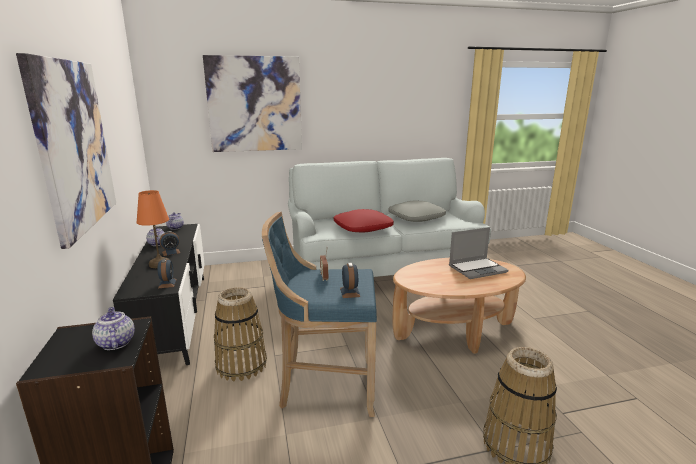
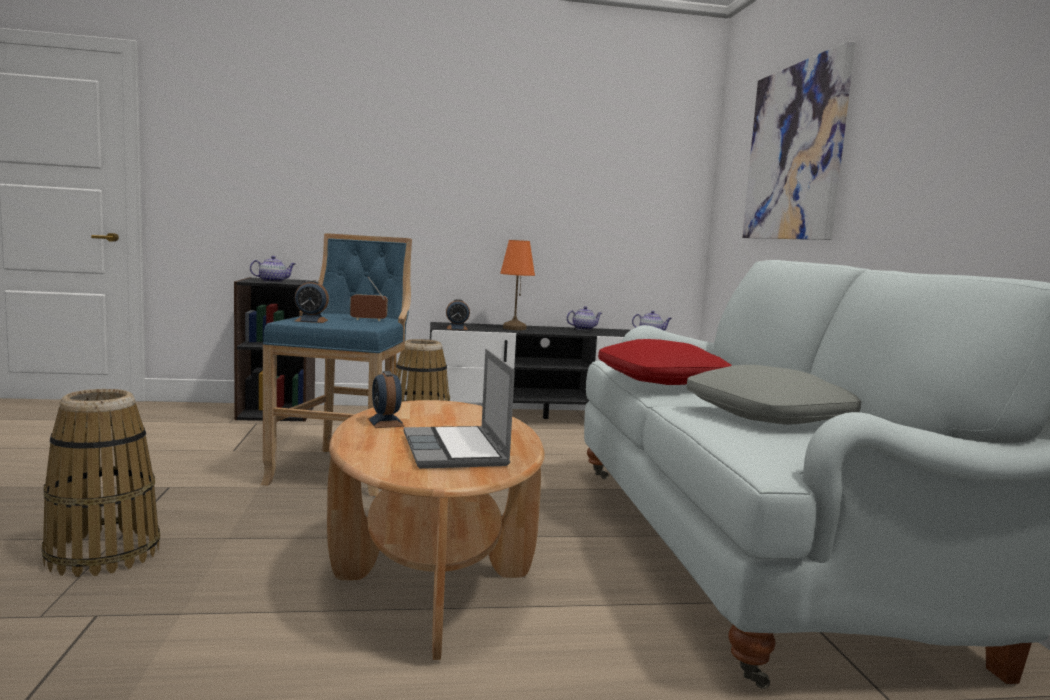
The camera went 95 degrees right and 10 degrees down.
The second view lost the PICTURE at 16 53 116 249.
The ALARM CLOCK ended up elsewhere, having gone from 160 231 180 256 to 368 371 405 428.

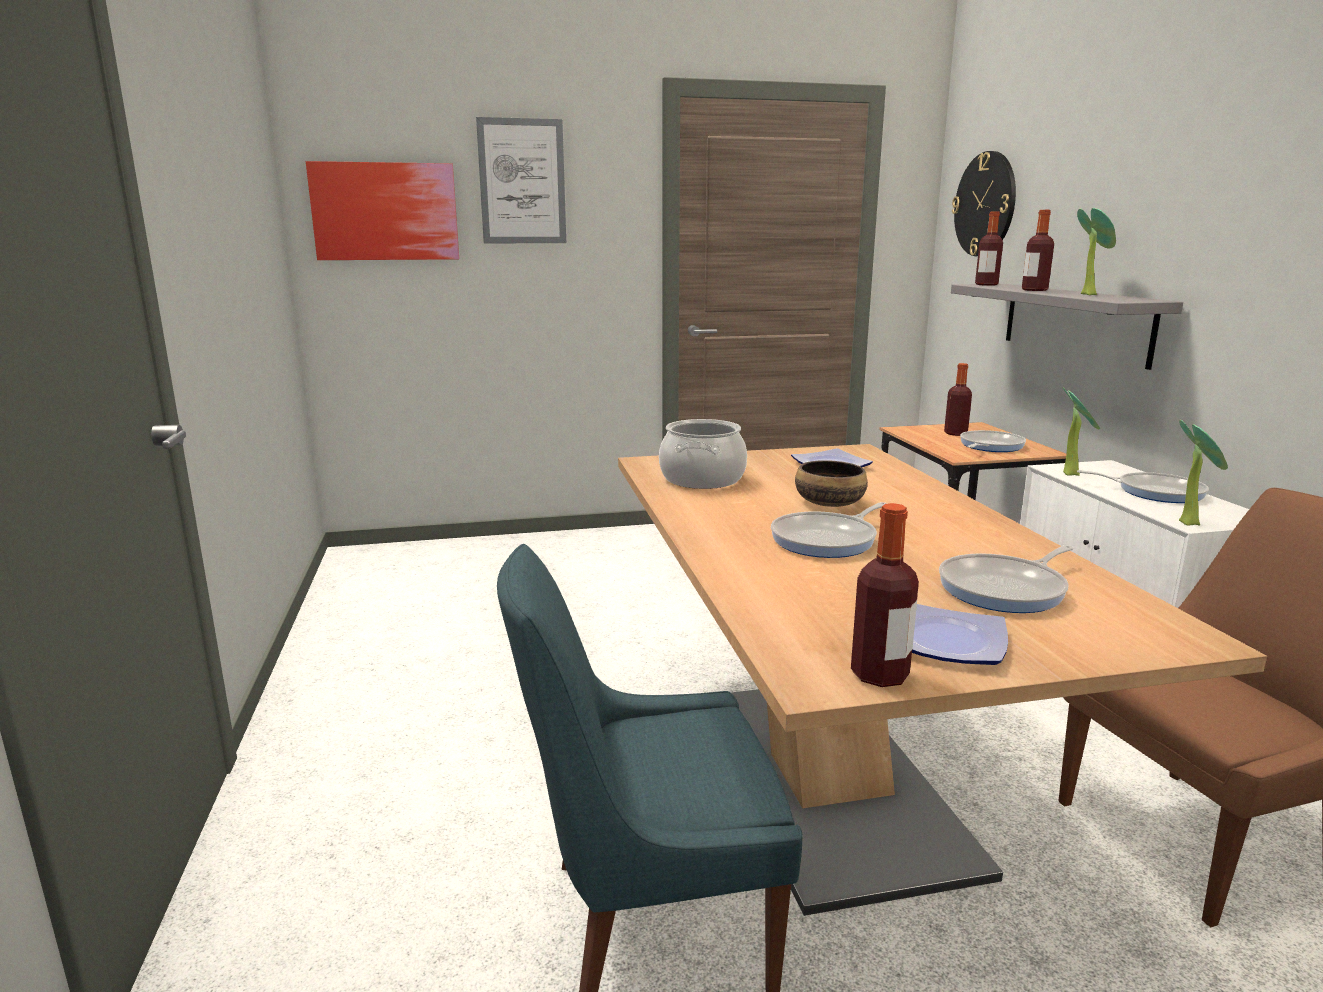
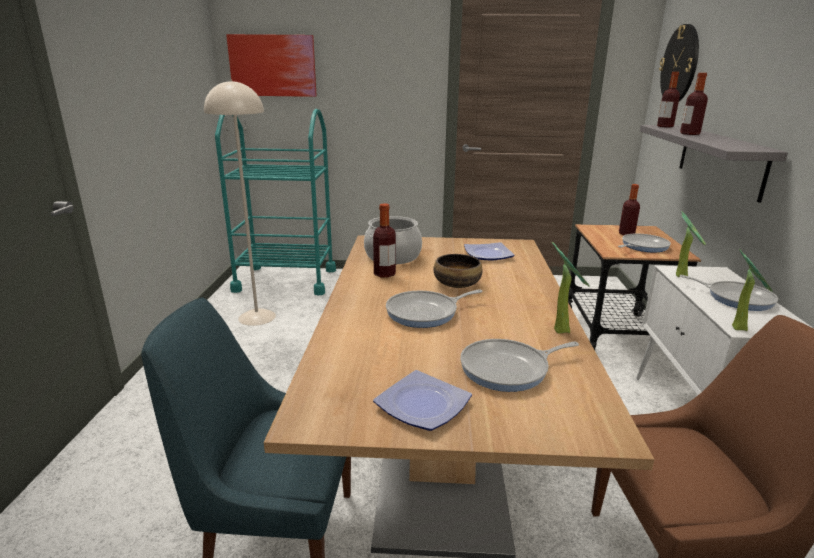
The camera went 15 degrees right and 5 degrees up.
The second view lost the PICTURE at 476 117 566 243.
The second view gained the BEIGE FLOOR LAMP at 204 80 276 326.
The second view gained the TURQUOISE CART at 215 109 336 295.
The BOTTLE ended up elsewhere, having gone from 851 503 919 687 to 373 203 396 278.
The POTTED PLANT ended up elsewhere, having gone from 1077 208 1116 295 to 552 242 590 333.

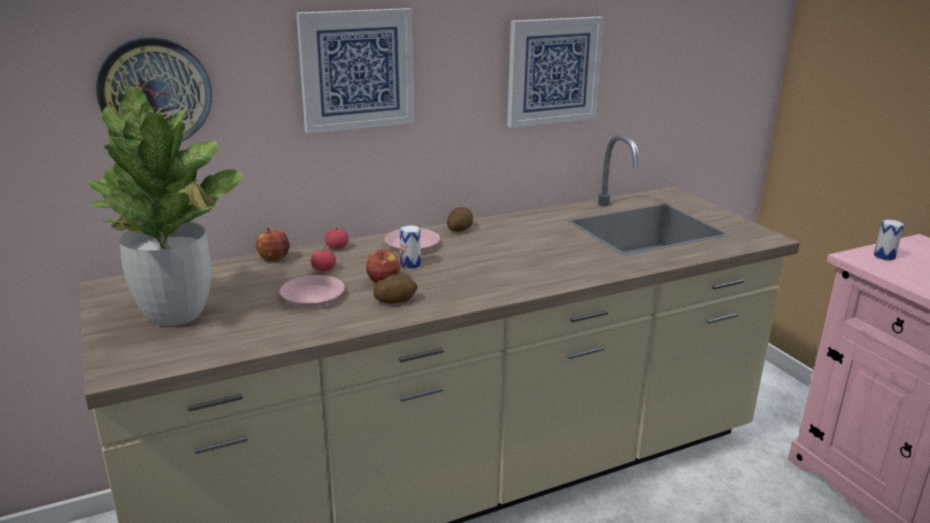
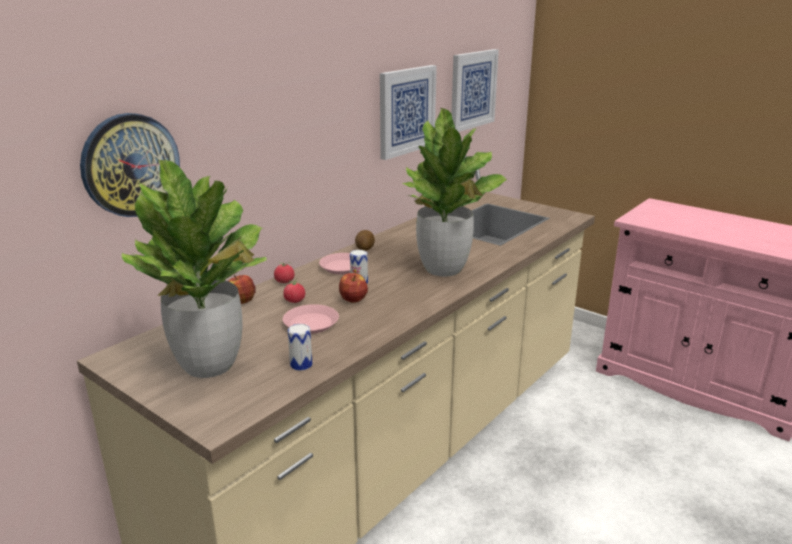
The camera went 25 degrees left and 0 degrees up.
The second view lost the POTATO at 373 275 418 304.
The second view gained the POTTED PLANT at 402 108 508 276.
The PICTURE ended up elsewhere, having gone from 296 8 414 134 to 451 49 499 132.
The CAN ended up elsewhere, having gone from 874 219 904 260 to 288 324 312 371.

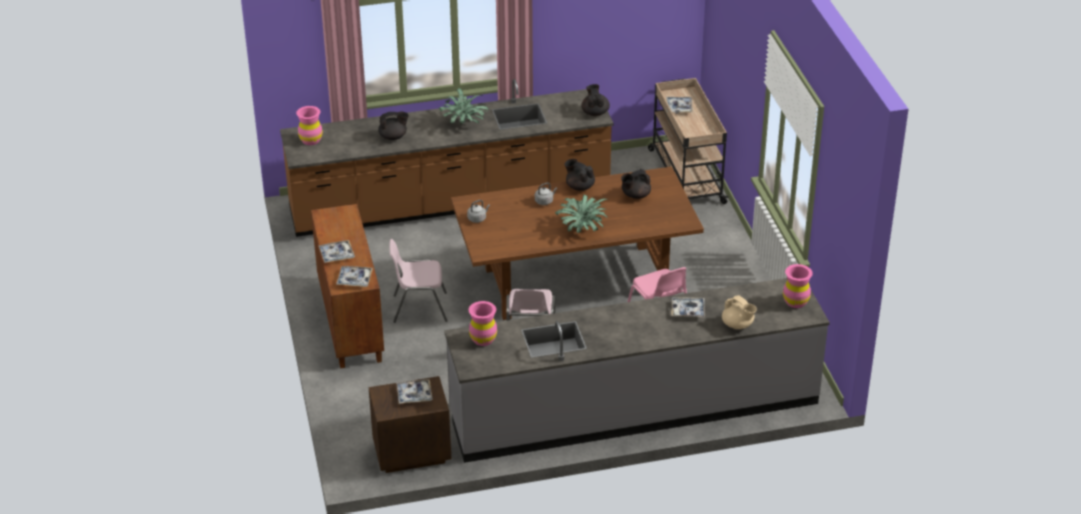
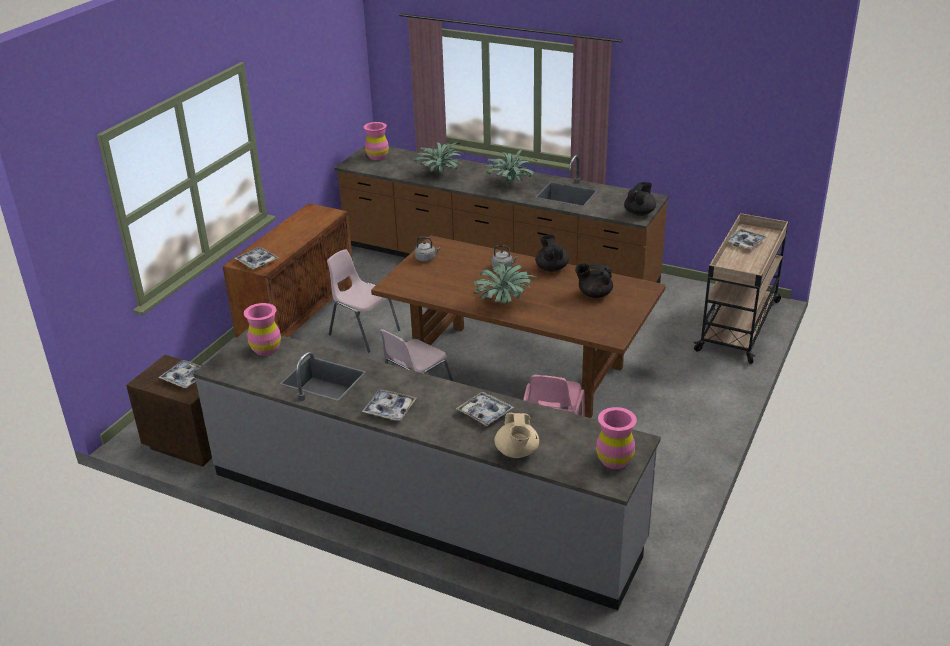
The camera went 40 degrees right and 5 degrees down.
The TRAY ended up elsewhere, having gone from 319 240 355 263 to 362 389 417 421.
Where the BLACK TEAPOT stood at 378 111 409 140, the POTTED PLANT came to stand at 413 142 465 174.

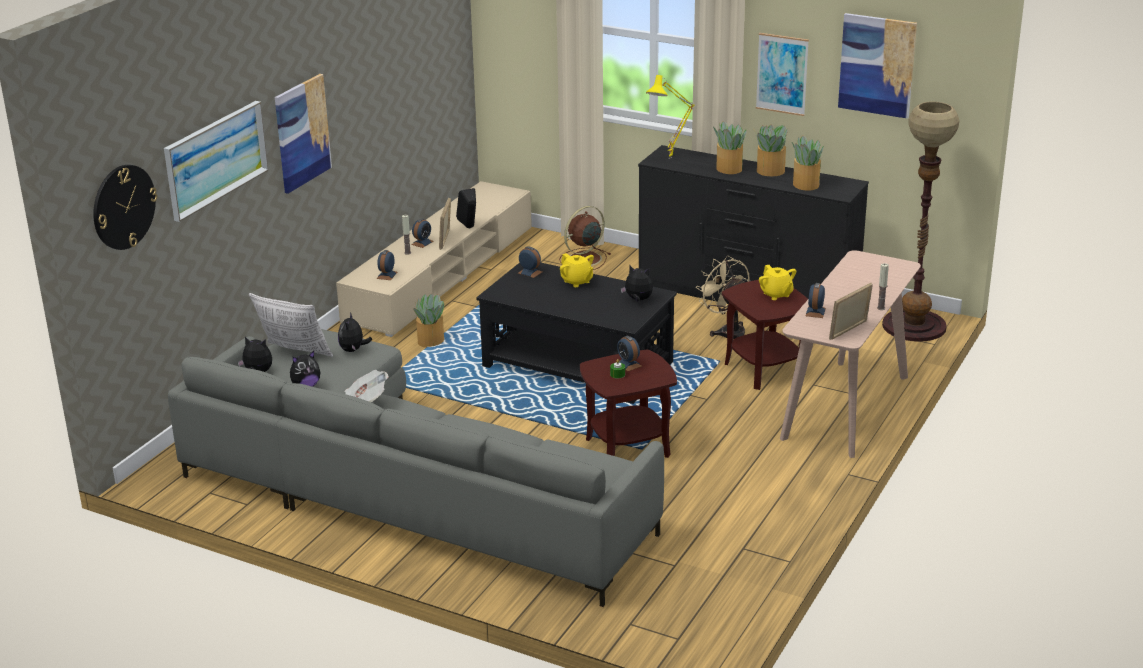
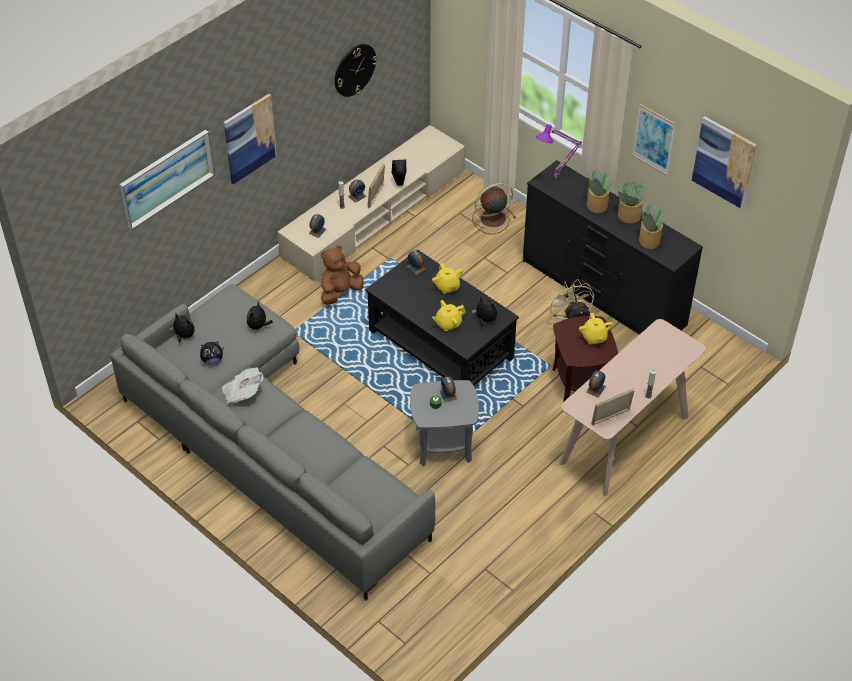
The camera went 15 degrees right and 20 degrees up.
The second view lost the PILLOW at 249 293 333 357.
The second view lost the FLOOR LAMP at 882 102 959 342.
The second view gained the YELLOW TEAPOT at 432 300 466 331.
The WALL CLOCK ended up elsewhere, having gone from 93 165 157 250 to 335 44 377 97.
Where the POTTED PLANT stood at 413 294 444 348, the BROWN PLUSH TOY came to stand at 321 245 364 305.
What was the BROWN SIDE TABLE at 580 350 677 458 turned into the GREY SIDE TABLE at 410 380 479 466.
What was the YELLOW TABLE LAMP at 646 75 694 158 turned into the PURPLE TABLE LAMP at 536 124 582 181.

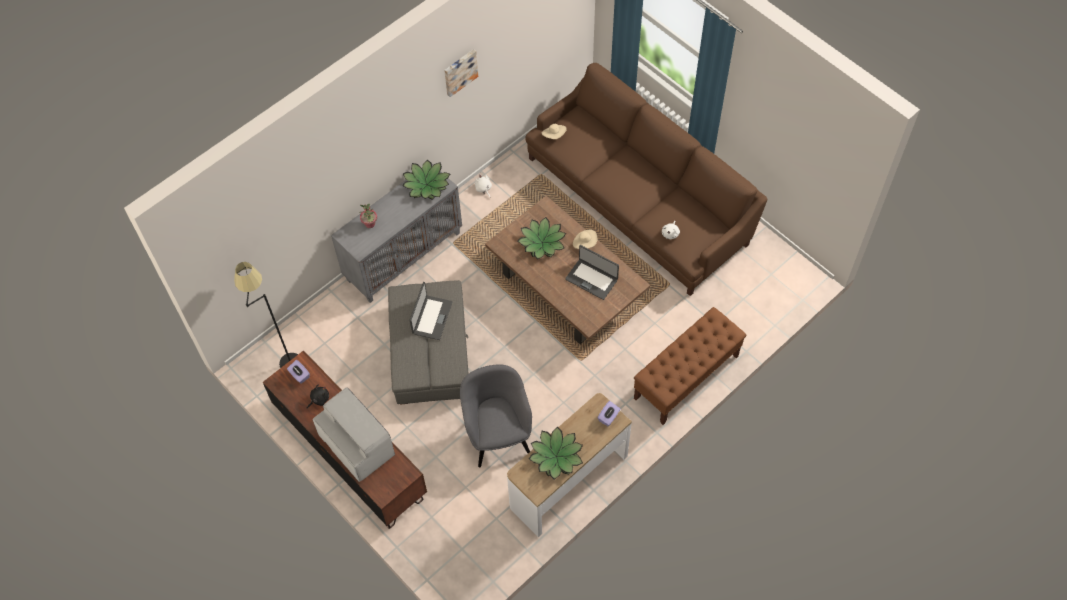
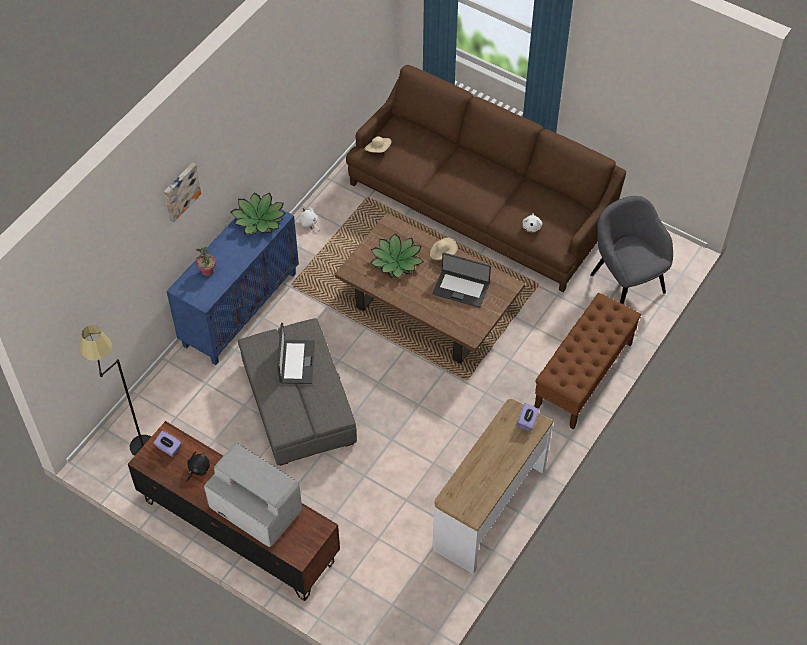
The camera went 15 degrees left and 5 degrees down.
The second view lost the POTTED PLANT at 529 427 583 479.
The PICTURE ended up elsewhere, having gone from 444 49 478 97 to 164 163 201 222.
The GREY ARMCHAIR ended up elsewhere, having gone from 460 364 532 467 to 590 196 673 304.
What was the GREY CABINET at 331 164 462 303 turned into the BLUE CABINET at 167 209 299 365.

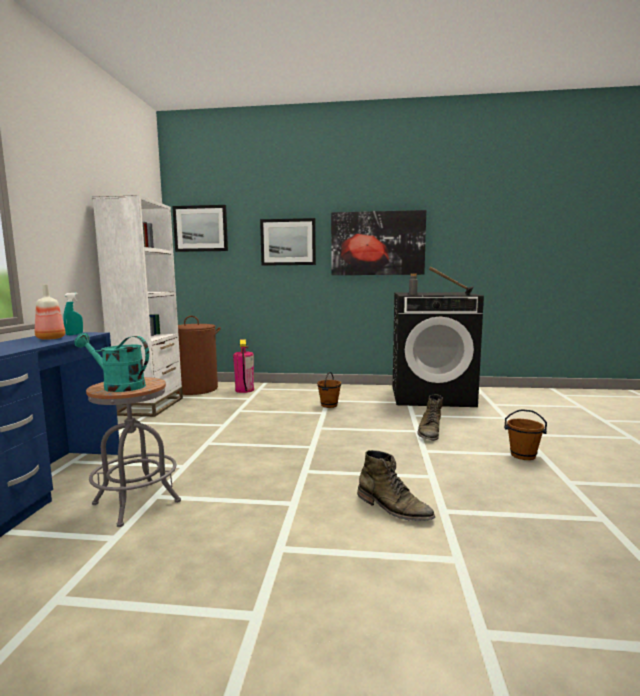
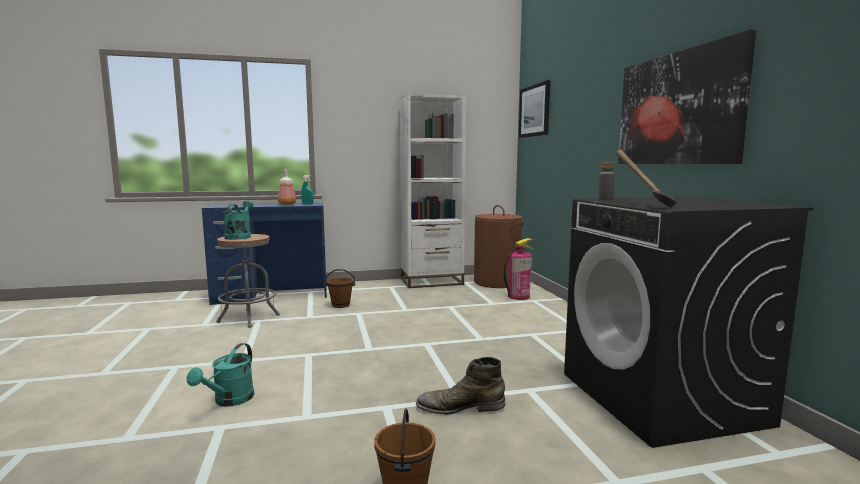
The camera went 70 degrees right and 0 degrees up.
The second view lost the PICTURE at 260 218 316 266.
The BROWN BUCKET ended up elsewhere, having gone from 317 372 341 408 to 325 269 355 308.
Where the GREEN BOOT stood at 357 450 435 521, the TURQUOISE WATERING CAN came to stand at 187 343 254 407.

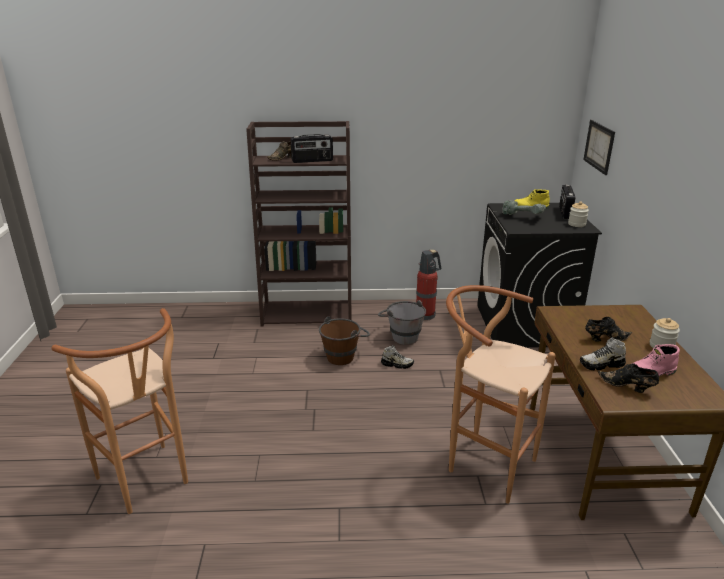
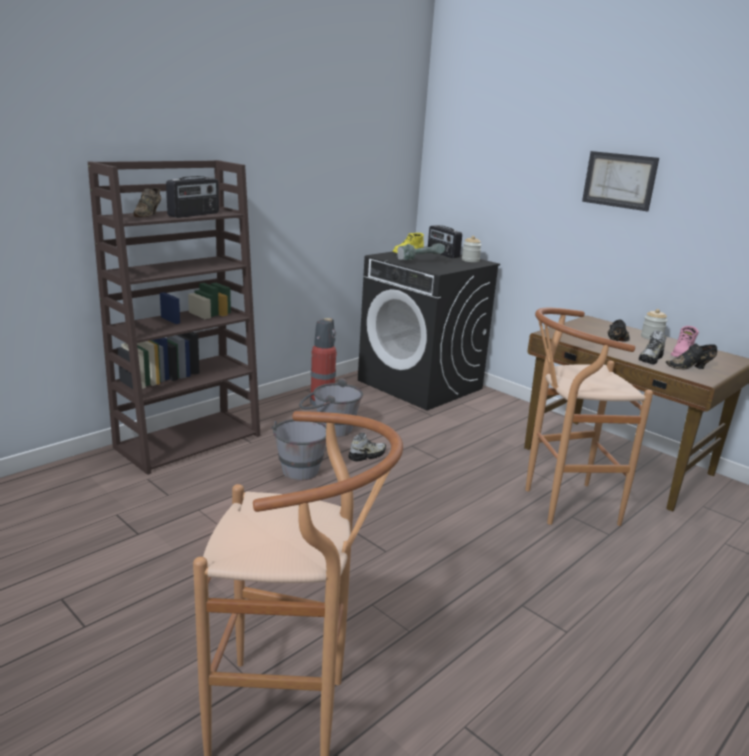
The camera went 45 degrees left and 5 degrees down.
The PICTURE ended up elsewhere, having gone from 583 120 615 175 to 582 151 659 211.
What was the BROWN BUCKET at 319 317 370 365 turned into the GREY BUCKET at 271 419 326 481.

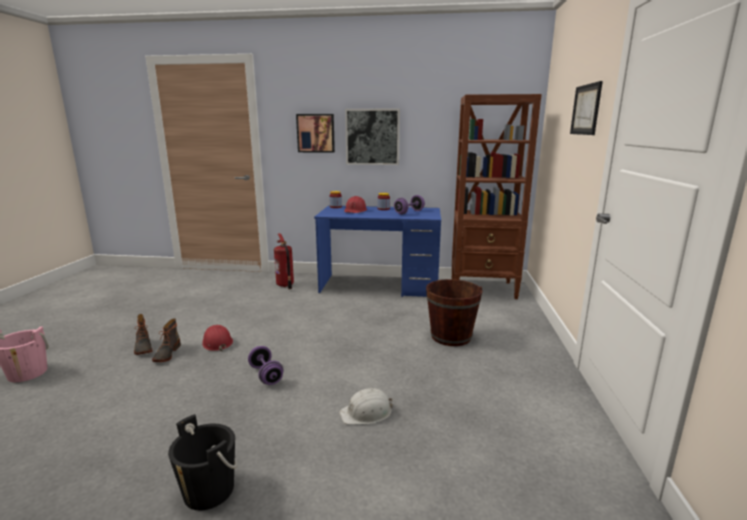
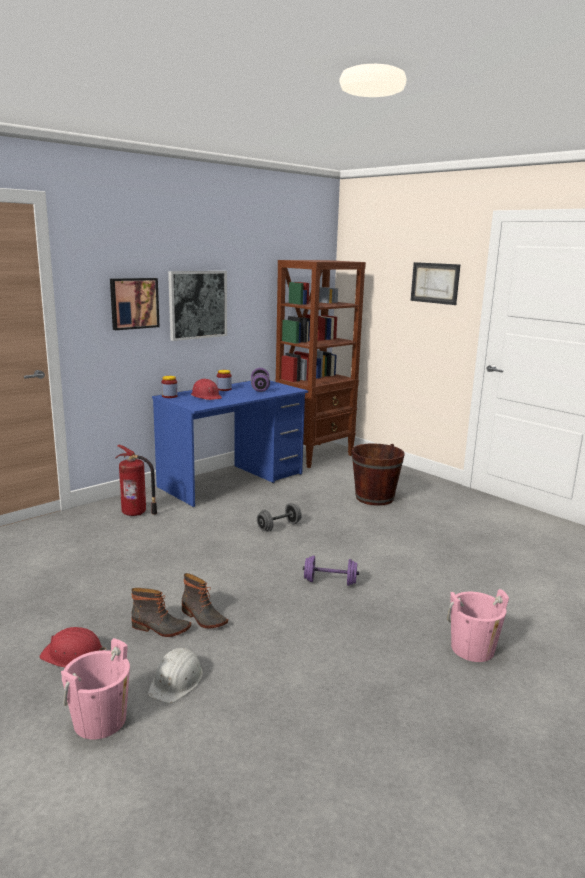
The camera went 50 degrees left and 0 degrees up.
The second view gained the GREY DUMBBELL at 257 503 302 532.
The RED HARD HAT ended up elsewhere, having gone from 202 325 233 351 to 39 627 107 668.
The WHITE HARD HAT ended up elsewhere, having gone from 339 388 393 425 to 148 648 203 703.
What was the BLACK BUCKET at 168 414 238 511 turned into the PINK BUCKET at 447 589 509 662.

